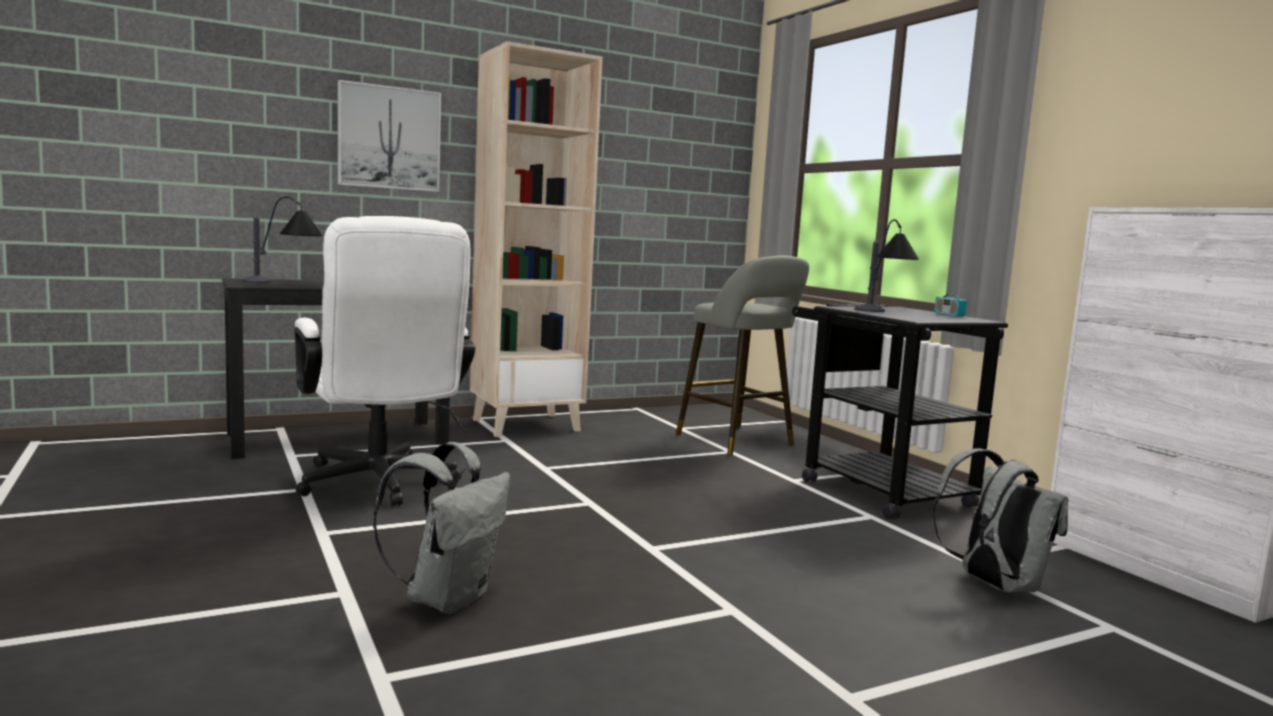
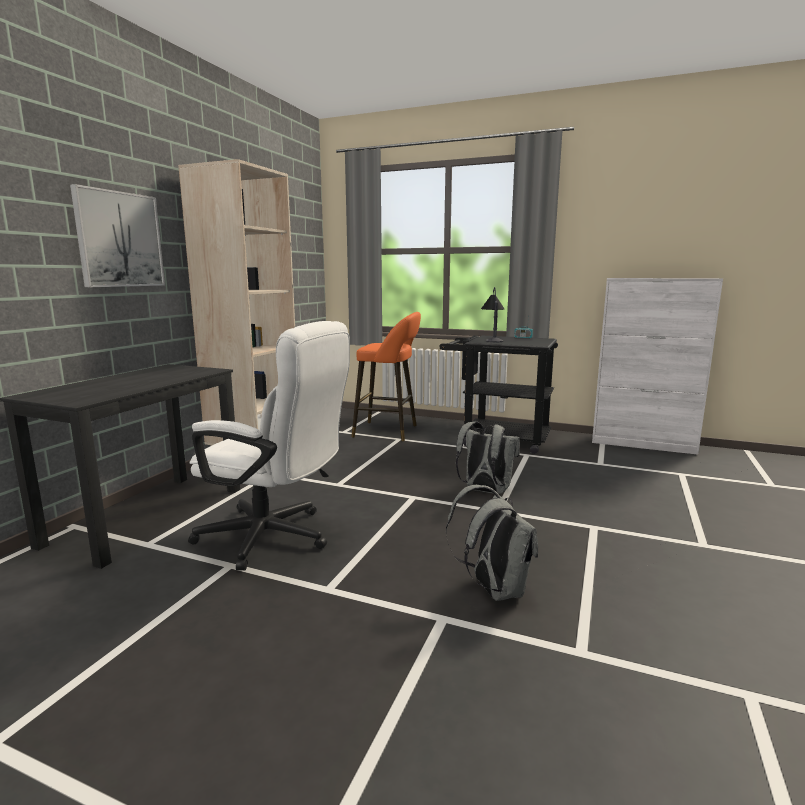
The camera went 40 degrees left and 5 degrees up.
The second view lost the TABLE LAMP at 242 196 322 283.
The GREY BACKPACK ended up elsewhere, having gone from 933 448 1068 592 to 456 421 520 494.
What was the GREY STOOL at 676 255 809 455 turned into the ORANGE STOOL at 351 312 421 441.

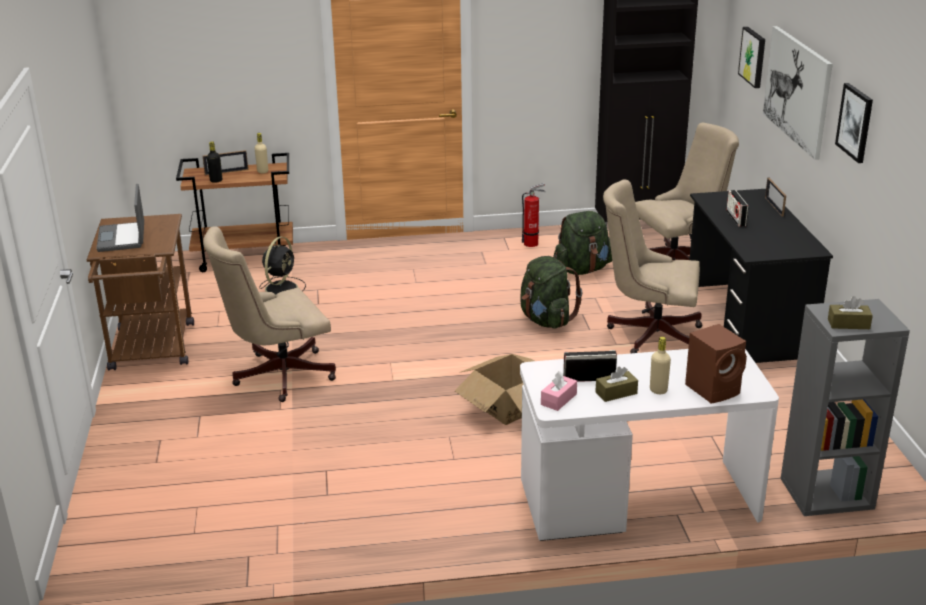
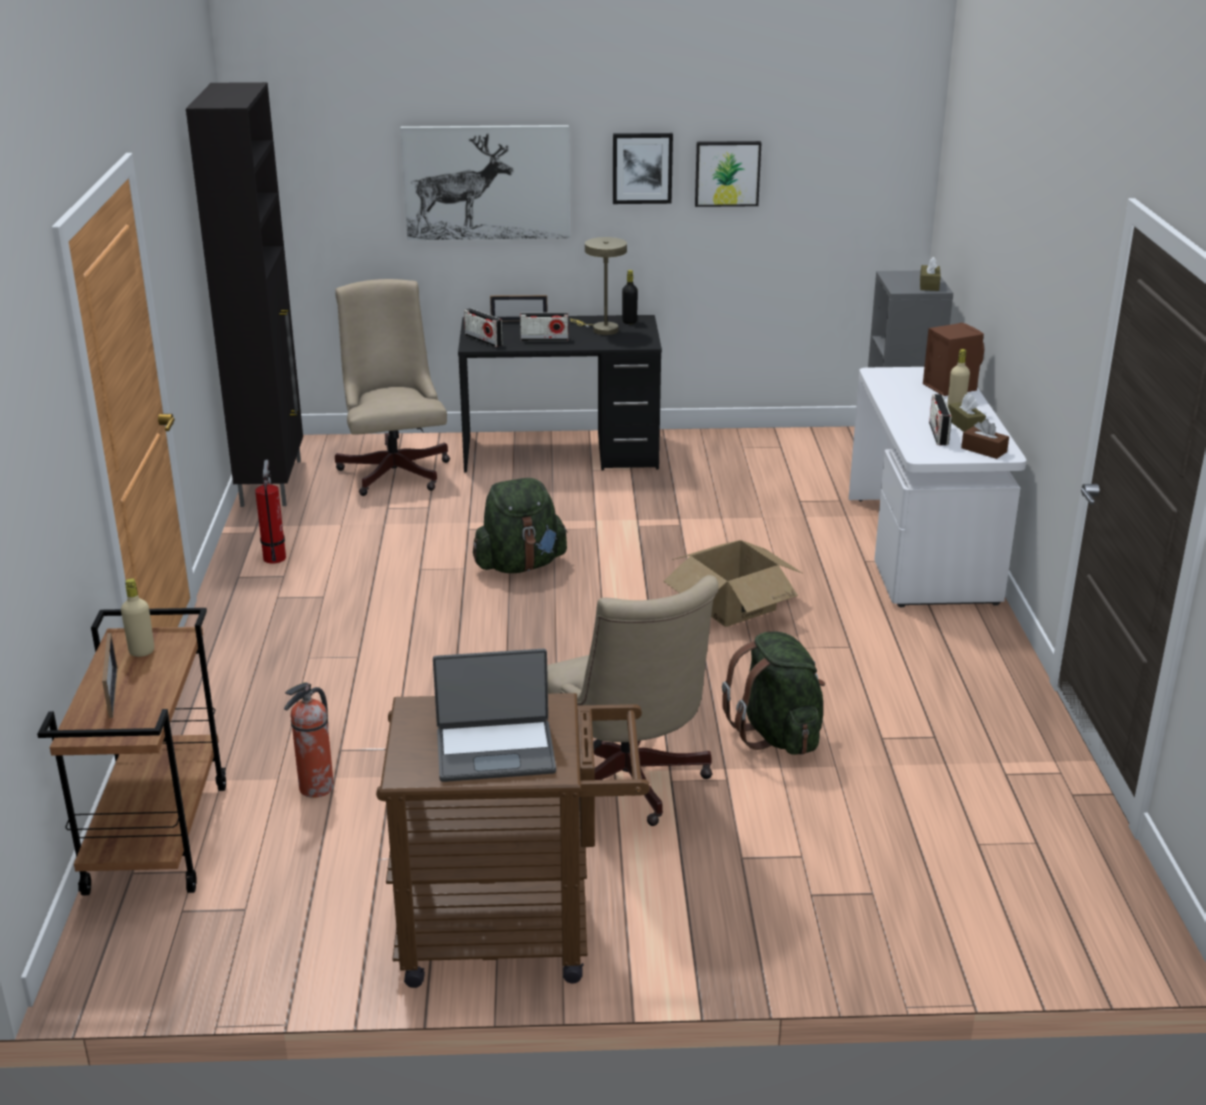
The camera went 85 degrees left and 0 degrees up.
The second view lost the BEIGE OFFICE CHAIR at 603 180 702 353.
The second view gained the RADIO at 464 308 503 347.
The second view gained the BEIGE TABLE LAMP at 570 237 627 335.
The BLACK BOTTLE ended up elsewhere, having gone from 207 141 222 183 to 622 270 638 324.
The GREEN BACKPACK ended up elsewhere, having gone from 553 211 612 275 to 722 631 825 755.
The PICTURE ended up elsewhere, having gone from 738 27 765 88 to 695 141 761 207.
Where the BLACK FAN stood at 259 237 306 296, the FIRE EXTINGUISHER came to stand at 284 682 334 798.
What was the PINK TISSUE BOX at 541 371 577 411 turned into the BROWN TISSUE BOX at 961 419 1009 459.

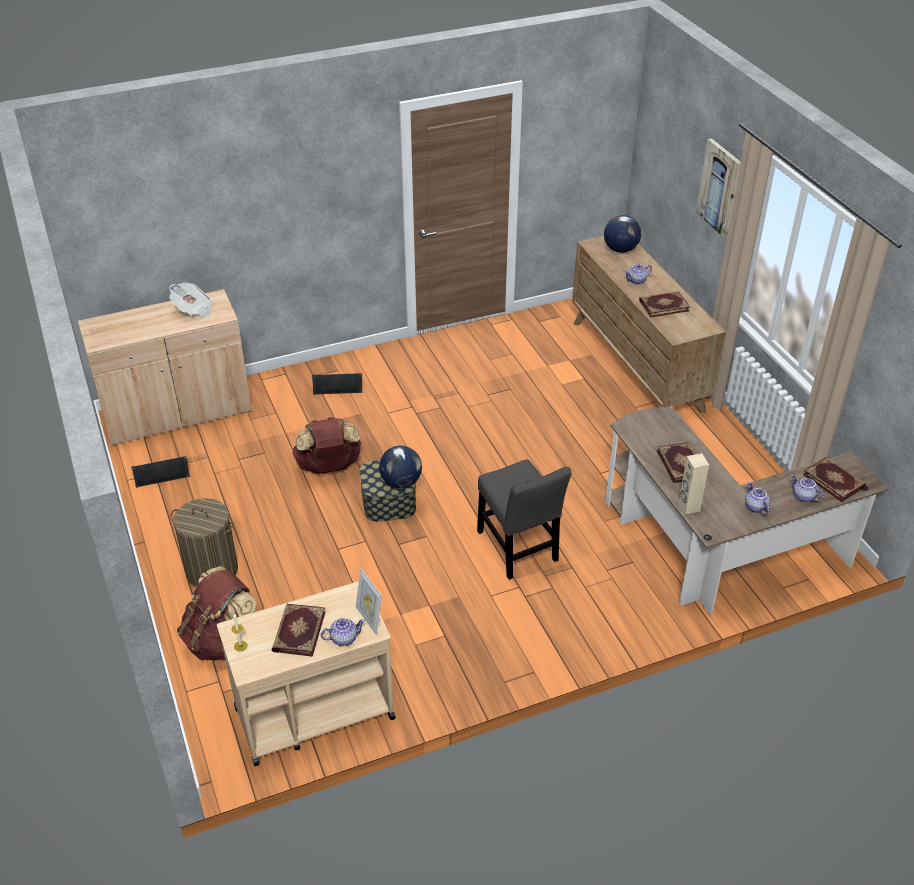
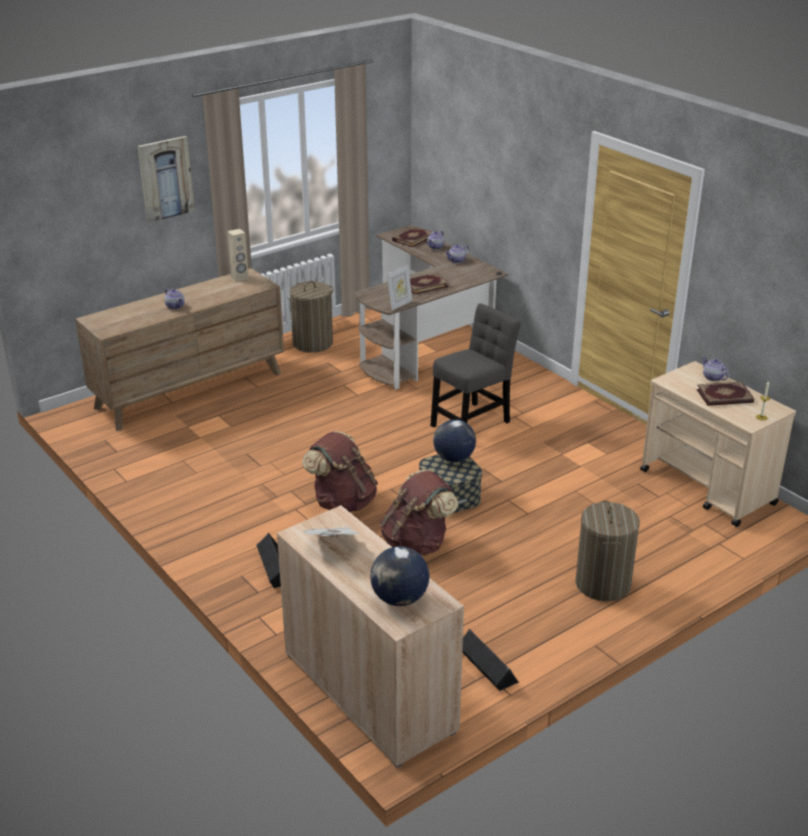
The camera went 105 degrees left and 10 degrees down.
The second view lost the BOOK at 639 291 690 318.
The second view gained the LAUNDRY BASKET at 287 281 333 353.
The BROWN BACKPACK ended up elsewhere, having gone from 177 566 256 660 to 302 431 378 512.
The PICTURE FRAME ended up elsewhere, having gone from 356 568 382 635 to 387 265 412 310.
The GLOBE ended up elsewhere, having gone from 604 215 641 253 to 370 546 430 606.
The BEIGE SPEAKER ended up elsewhere, having gone from 678 453 709 514 to 227 229 249 281.

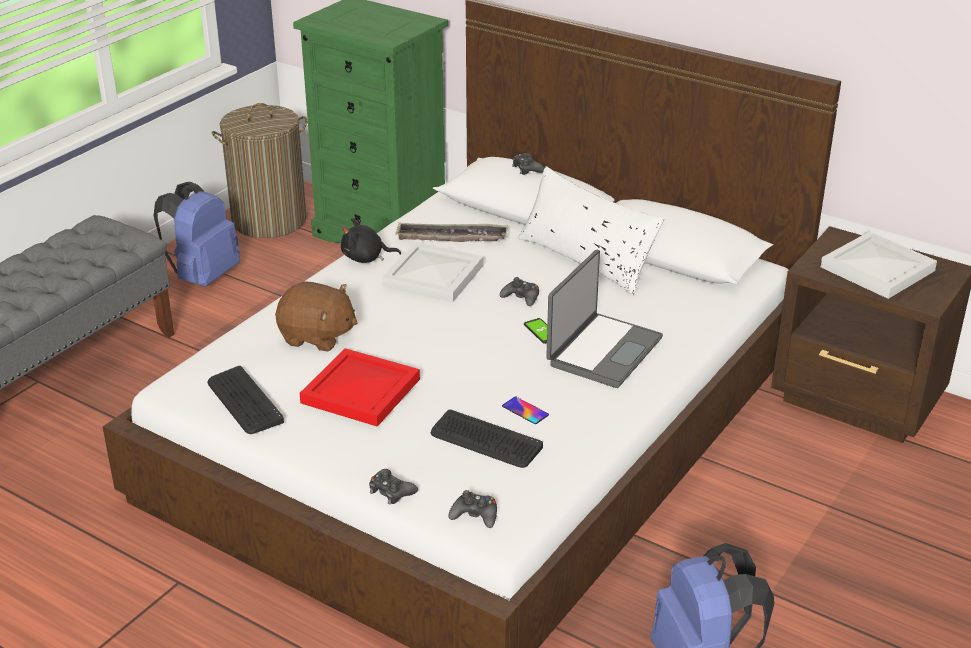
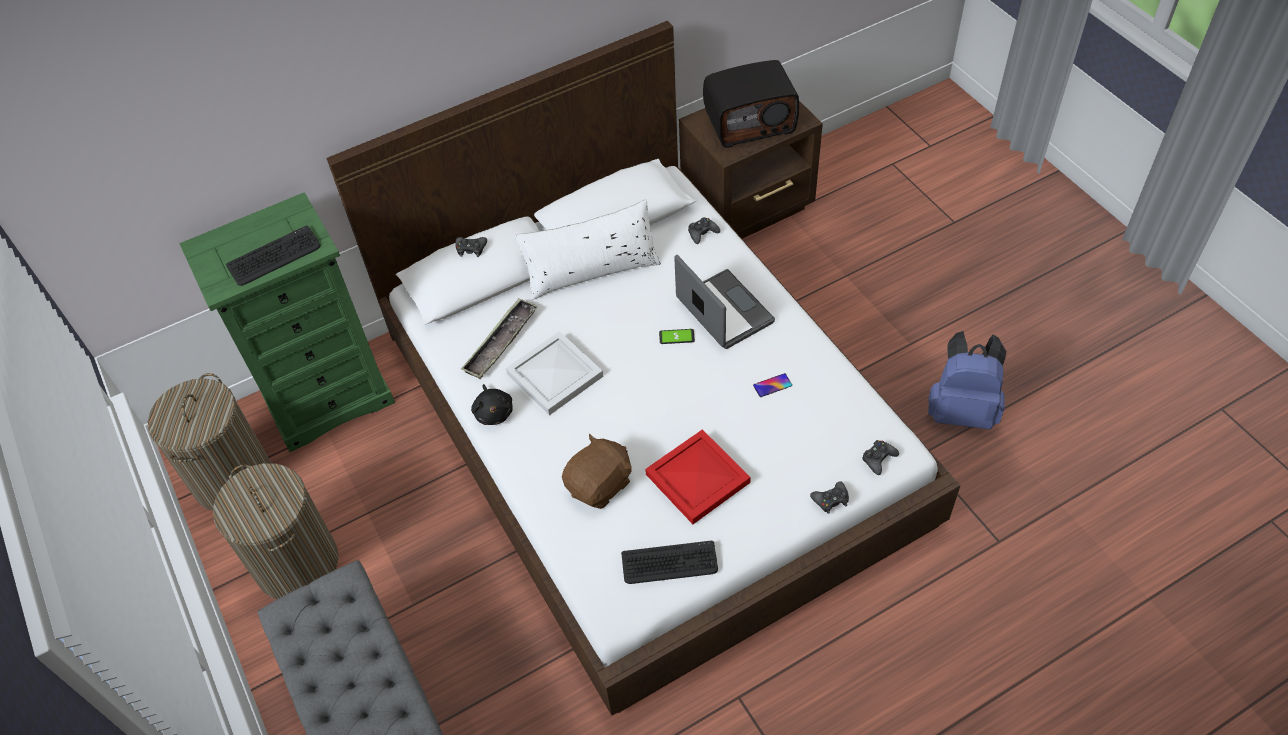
The camera went 60 degrees left and 20 degrees up.
The KEYBOARD ended up elsewhere, having gone from 431 410 543 468 to 226 226 321 286.
The BLACK GAME CONTROLLER ended up elsewhere, having gone from 500 277 539 306 to 688 217 720 244.
Where the BLUE BACKPACK stood at 154 182 240 287, the LAUNDRY BASKET came to stand at 213 463 339 599.
Where the WHITE TRAY stood at 821 231 937 299, the RADIO came to stand at 703 60 799 148.
The BLACK PLUSH TOY at 341 218 401 263 ended up facing another way, 45 degrees counterclockwise from before.

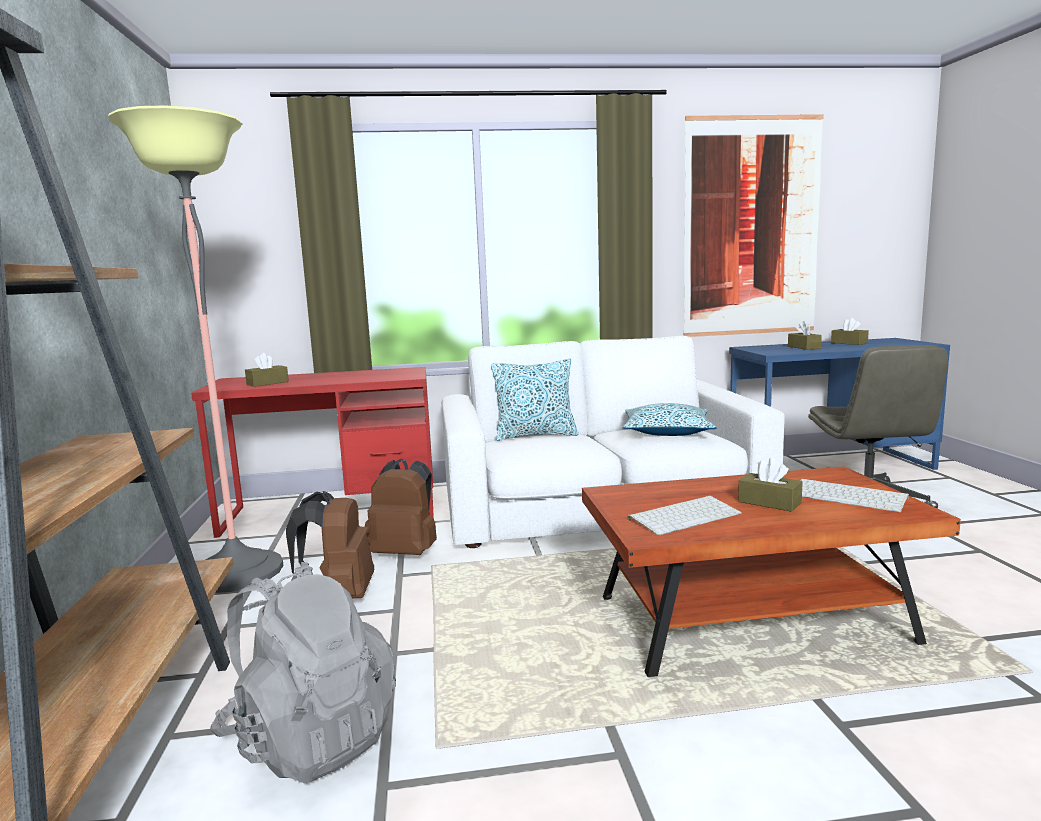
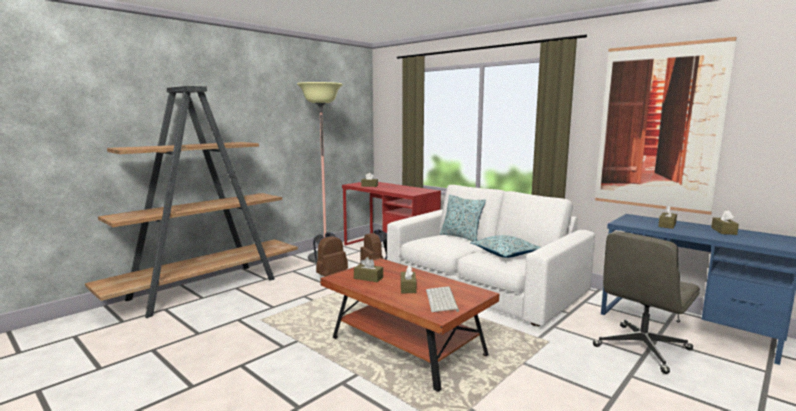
The camera went 50 degrees right and 0 degrees up.
The second view lost the GREY BACKPACK at 210 562 396 784.
Where the KEYBOARD stood at 627 496 741 535, the BROWN TISSUE BOX came to stand at 354 257 383 282.

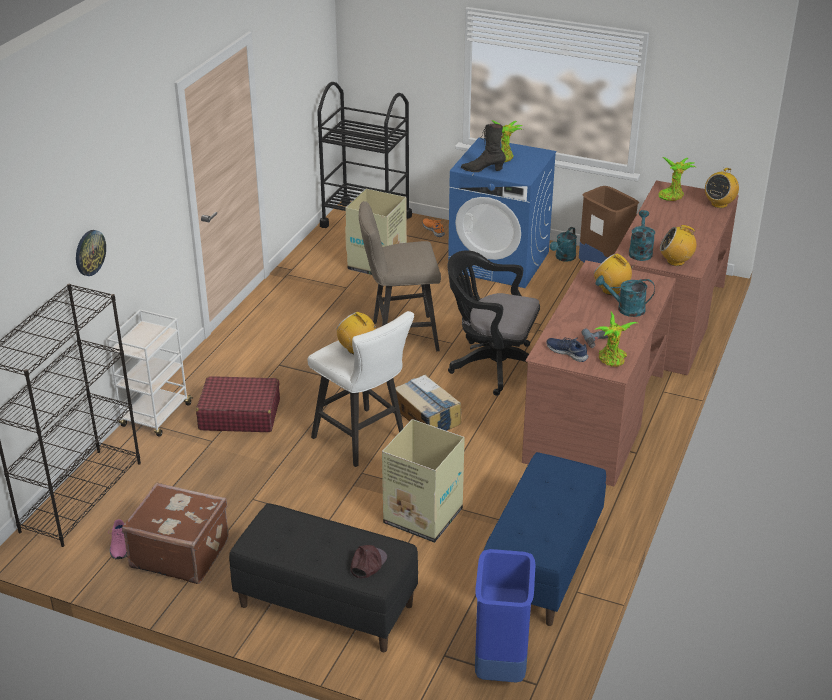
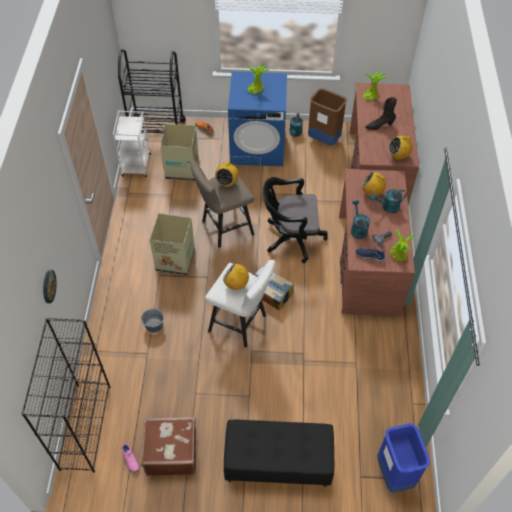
The camera went 20 degrees left and 20 degrees up.
The second view lost the BROWN CAP at 350 545 387 578.
The second view lost the BLUE BENCH at 483 452 606 626.
The WHITE CART ended up elsewhere, having gone from 107 310 193 437 to 113 111 151 177.
The CARDBOARD BOX ended up elsewhere, having gone from 382 419 465 543 to 150 213 195 275.
The BLACK BOOT ended up elsewhere, having gone from 461 124 506 172 to 365 97 397 130.
The TURQUOISE WATERING CAN ended up elsewhere, having gone from 629 210 655 261 to 351 200 370 239.
The RADIO ended up elsewhere, having gone from 705 168 739 208 to 215 158 239 187.
Where the RED SUITCASE stood at 196 376 280 432, the GREY BUCKET came to stand at 141 307 164 333.

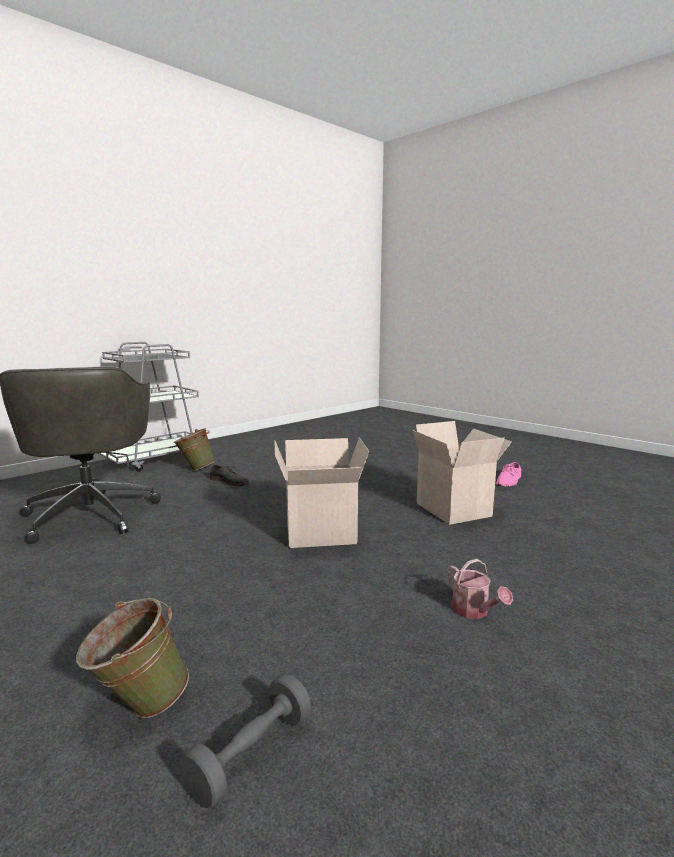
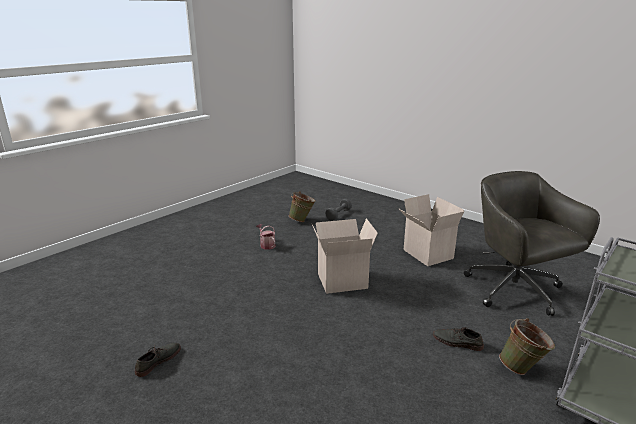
The camera went 175 degrees right and 10 degrees up.
The GREEN BUCKET ended up elsewhere, having gone from 76 598 189 718 to 289 191 316 222.
The CARDBOARD BOX ended up elsewhere, having gone from 413 421 512 525 to 398 194 464 266.
What was the PINK SHOE at 496 462 522 487 turned into the GREY SHOE at 135 343 181 377.

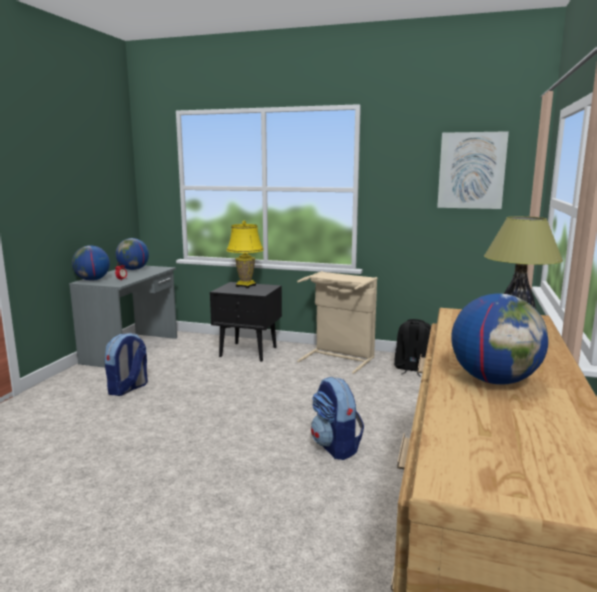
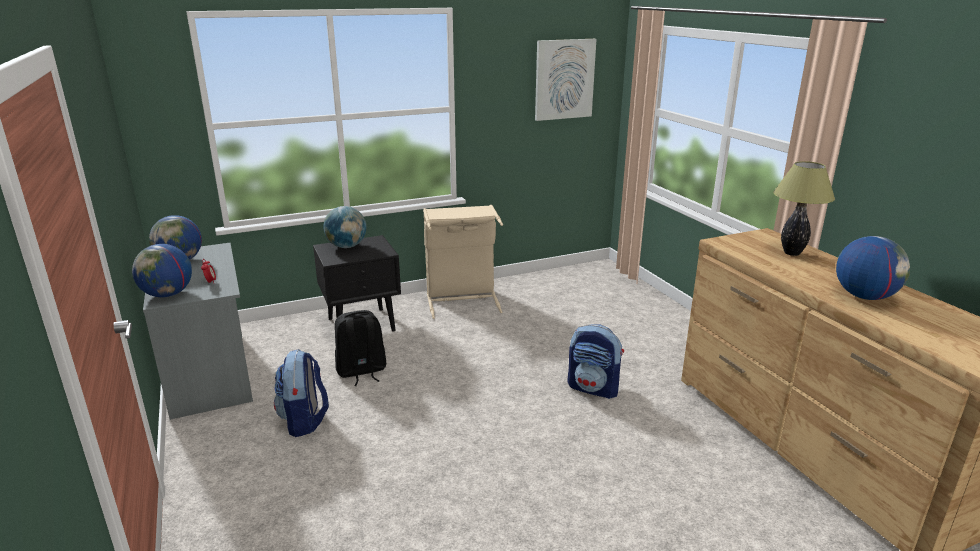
The camera went 40 degrees left and 10 degrees up.
The BLACK BACKPACK ended up elsewhere, having gone from 394 319 431 377 to 334 310 386 386.
Where the YELLOW TABLE LAMP stood at 226 221 264 288, the GLOBE came to stand at 323 206 366 248.

